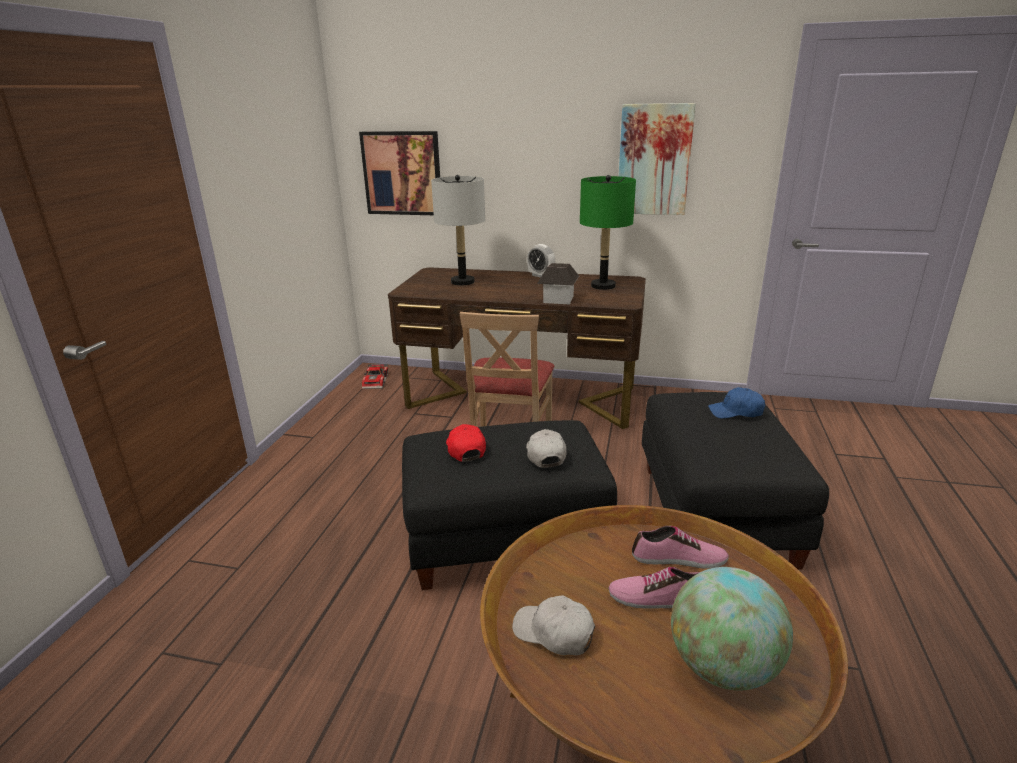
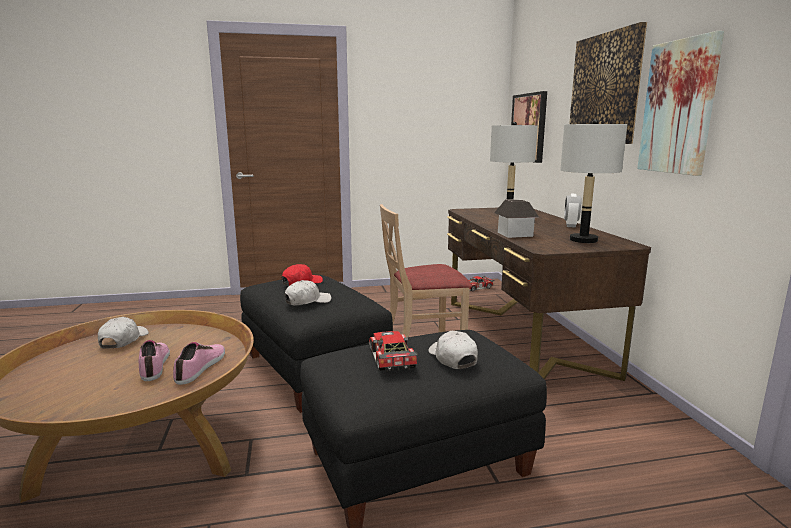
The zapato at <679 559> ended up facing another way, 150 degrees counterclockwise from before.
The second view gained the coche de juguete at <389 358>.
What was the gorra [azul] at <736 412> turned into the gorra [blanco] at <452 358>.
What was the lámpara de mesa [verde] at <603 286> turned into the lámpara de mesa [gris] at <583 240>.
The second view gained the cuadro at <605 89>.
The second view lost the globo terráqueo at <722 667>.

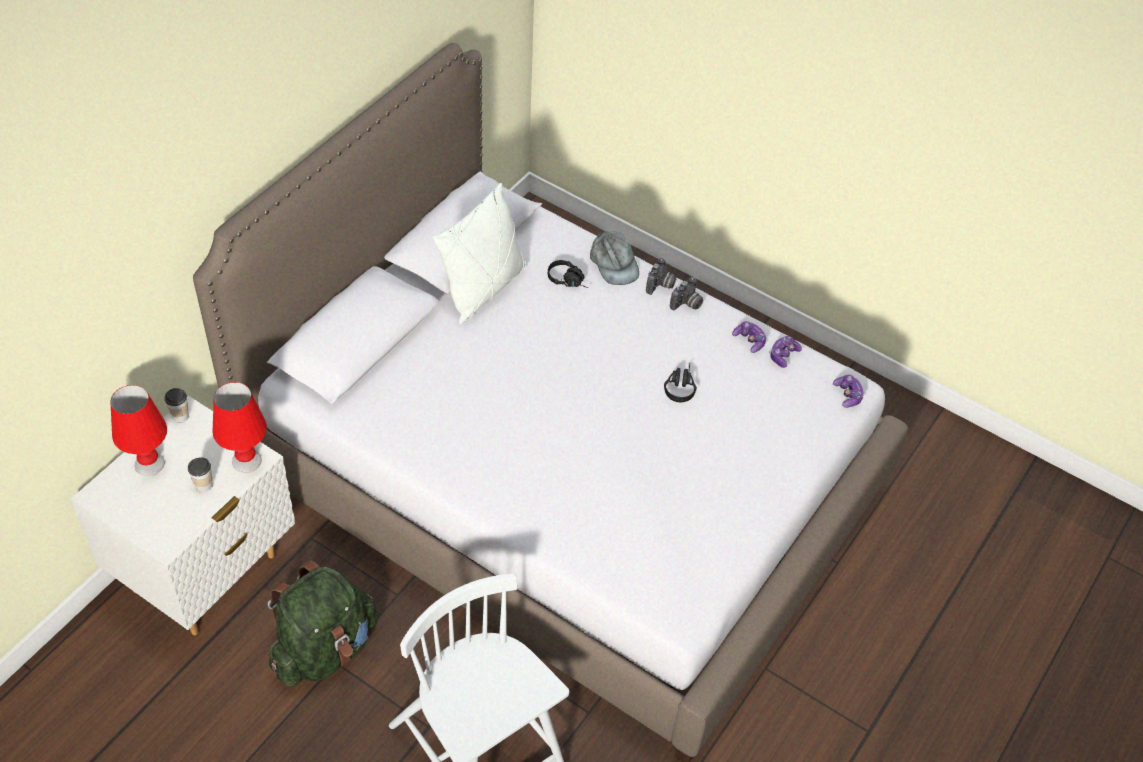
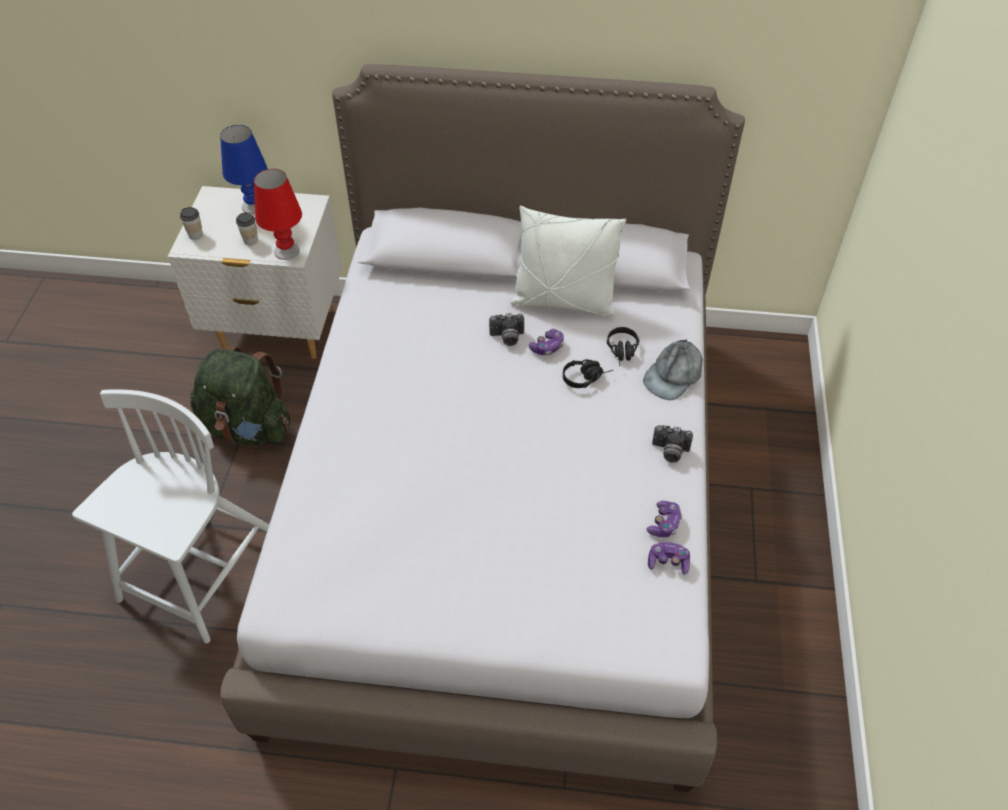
The taza ended up elsewhere, having gone from <180 416> to <195 235>.
What was the lámpara de mesa [rojo] at <150 463> turned into the lámpara de mesa [azul] at <254 206>.
The cámara ended up elsewhere, having gone from <661 285> to <507 338>.
The mando de consola ended up elsewhere, having gone from <847 395> to <547 347>.
The auriculares [negro] ended up elsewhere, having gone from <680 386> to <586 377>.

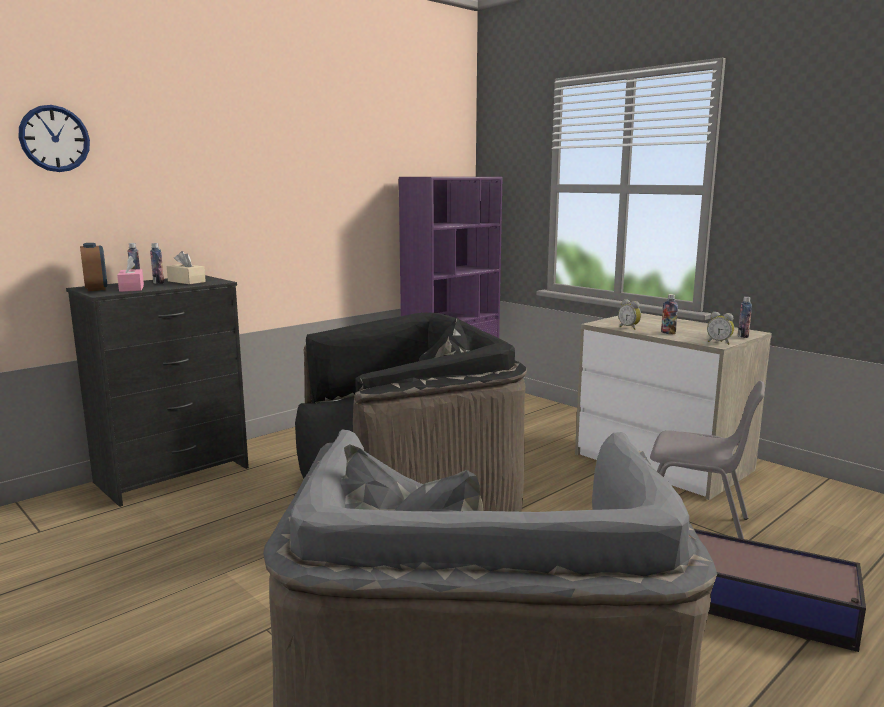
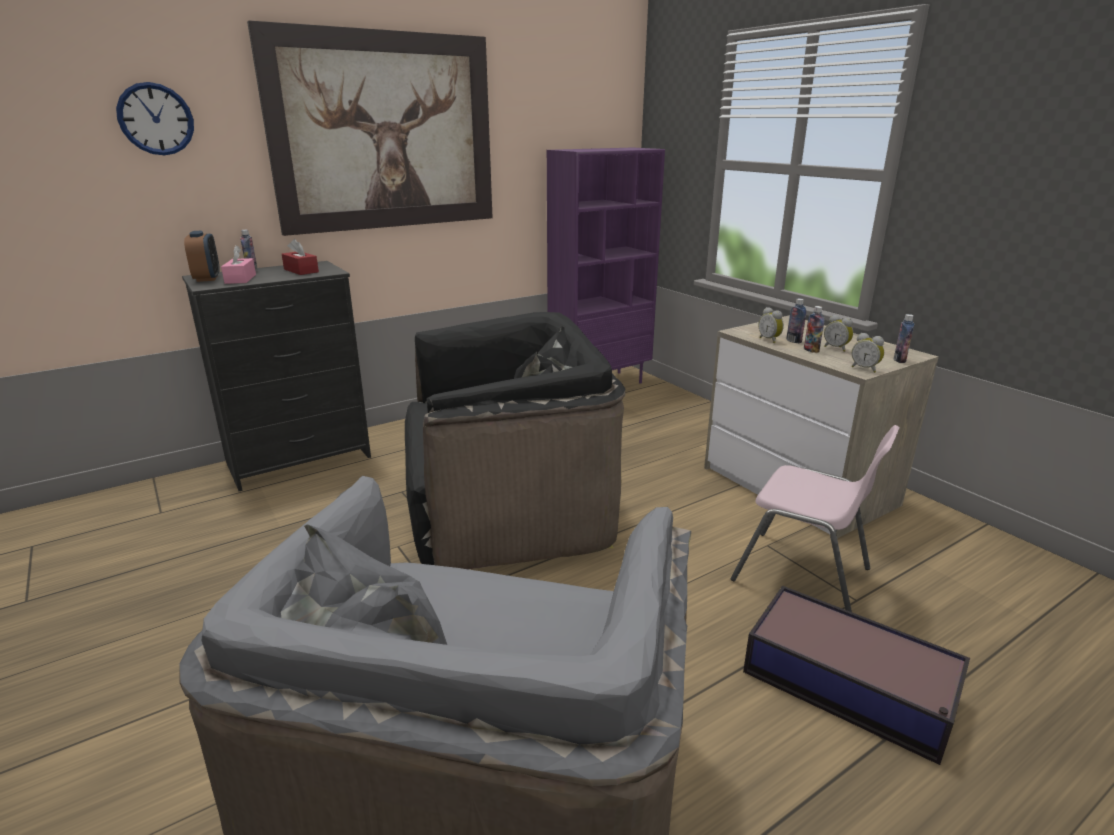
The second view gained the cuadro at <385 133>.
What was the caja de pañuelos [beis] at <186 281> turned into the caja de pañuelos [rojo] at <301 271>.
What was the silla [gris] at <694 528> turned into the silla [rosa] at <803 575>.
The botella ended up elsewhere, having gone from <158 283> to <793 341>.
The second view gained the despertador at <836 348>.

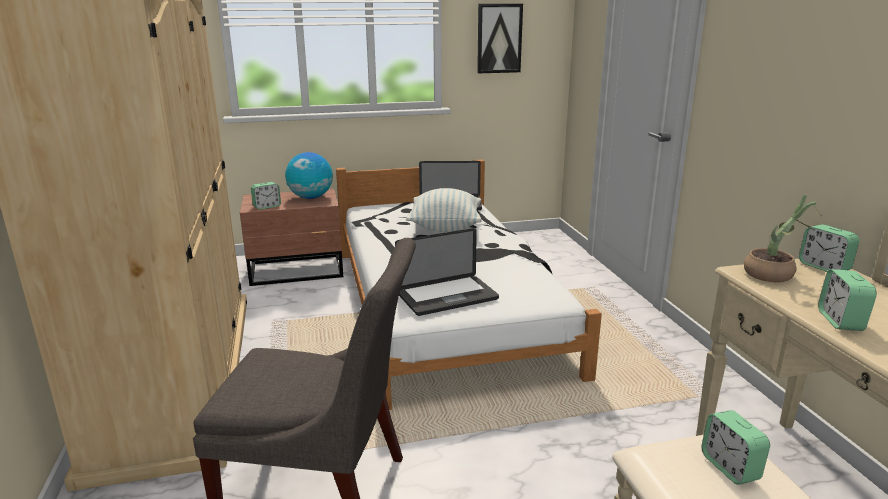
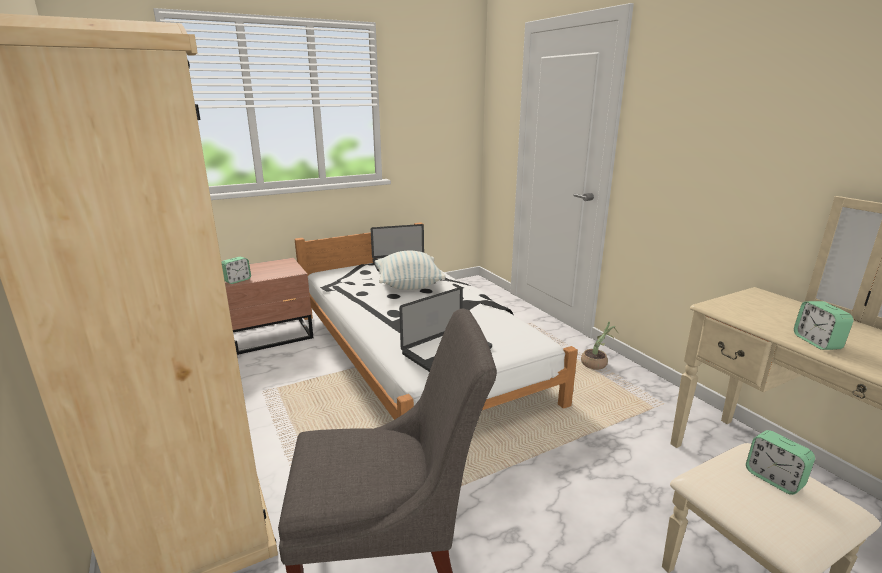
The planta en maceta ended up elsewhere, having gone from <774 275> to <597 364>.
The second view lost the globo terráqueo at <311 198>.
The second view lost the cuadro at <499 38>.
The second view lost the despertador at <824 267>.

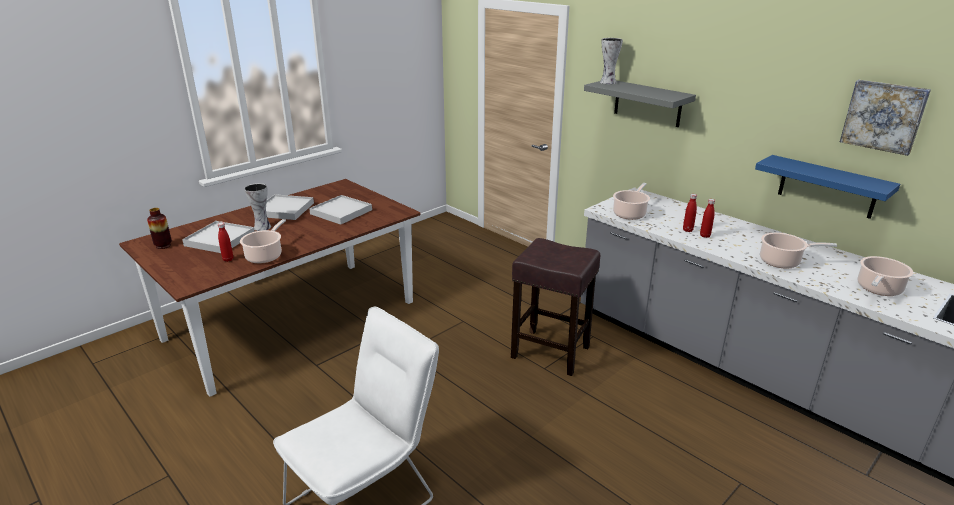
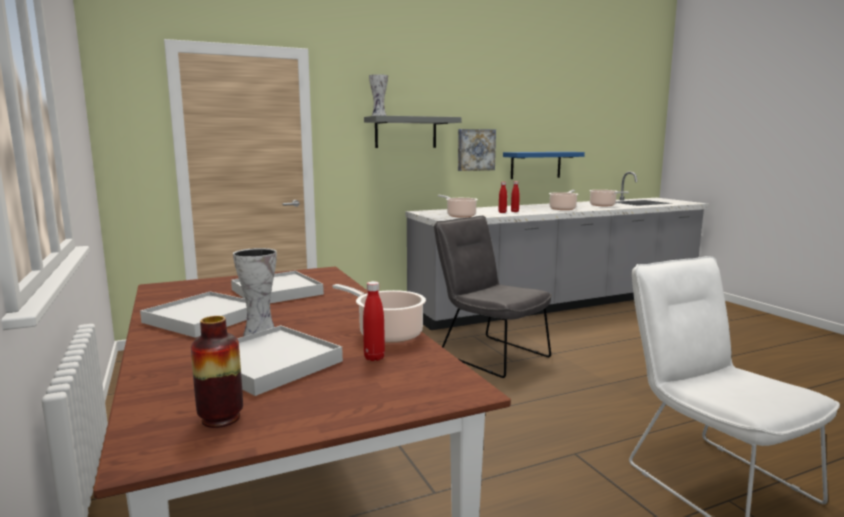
Where the taburete [marrón] stood at <552 352>, the silla [gris] came to stand at <489 354>.
The cuadro ended up elsewhere, having gone from <884 116> to <475 150>.

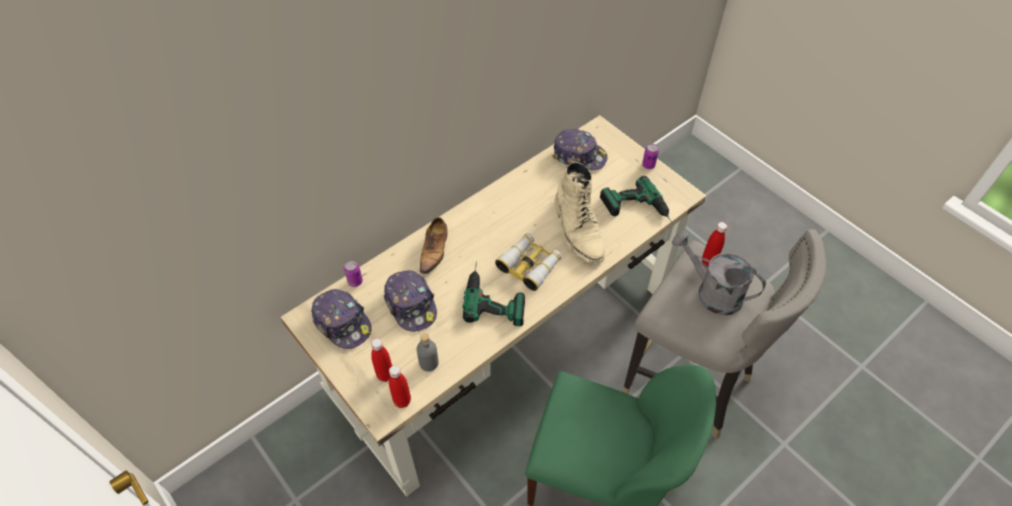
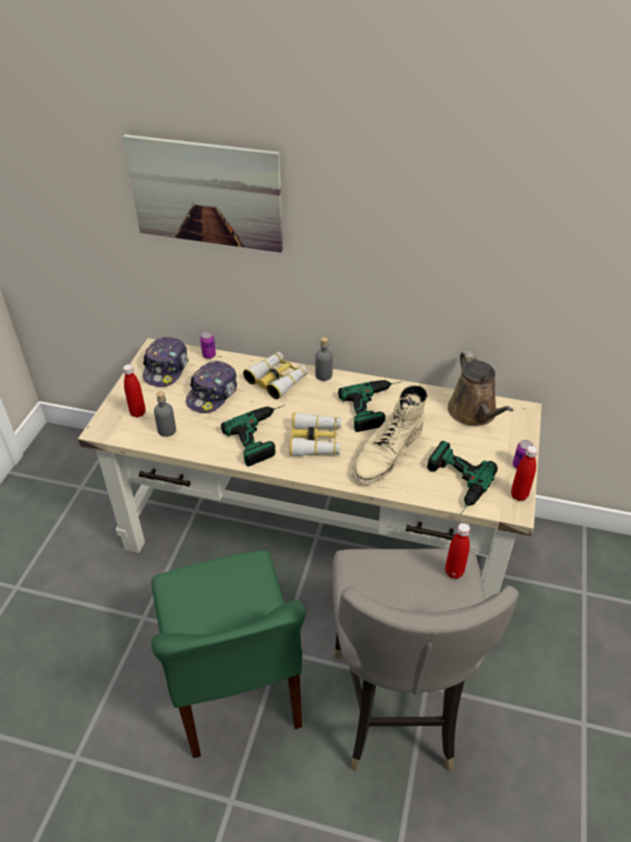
The second view gained the cuadro at <206 193>.
Where the zapato stood at <434 250>, the prismáticos came to stand at <276 380>.
The second view gained the botella [gris] at <323 375>.
The second view gained the taladro at <377 406>.
Where the gorra stood at <579 155>, the regadera [marrón] came to stand at <474 413>.
The botella [rojo] ended up elsewhere, having gone from <402 401> to <519 495>.
The second view lost the regadera [gris] at <711 292>.

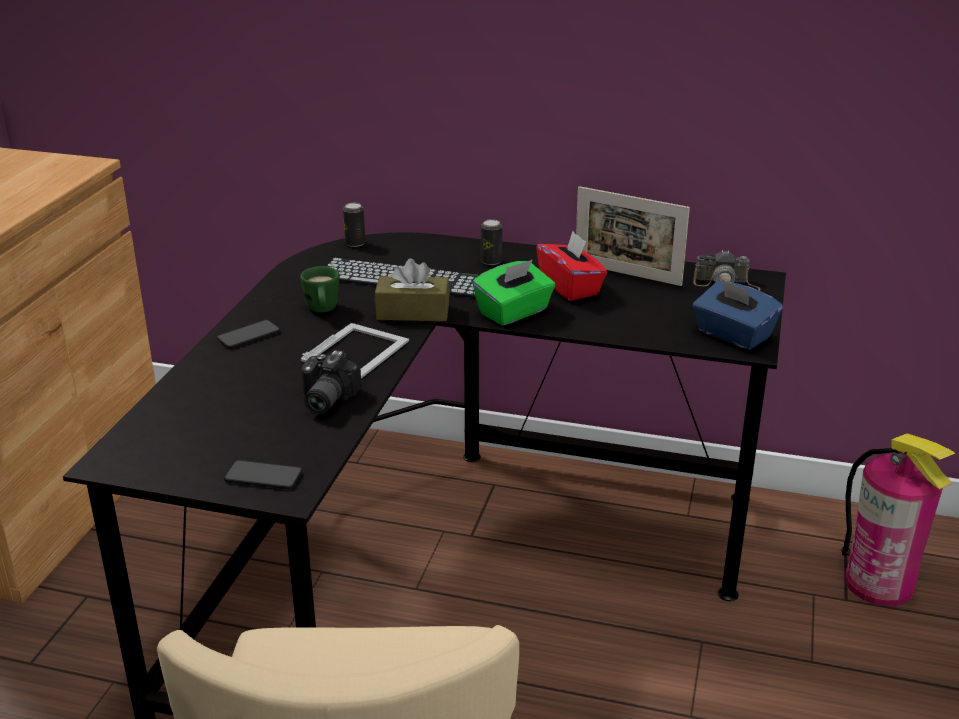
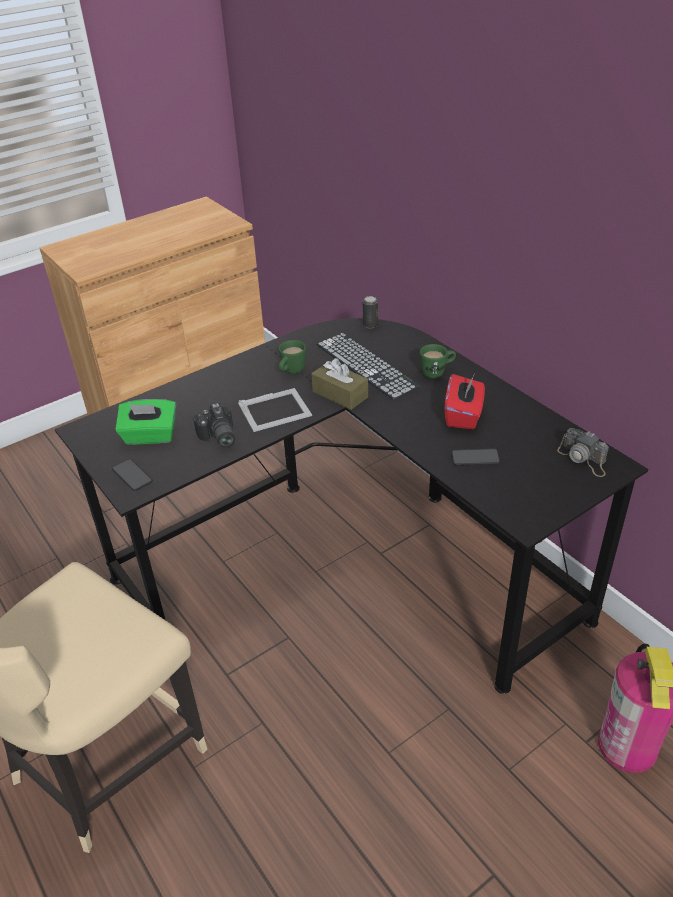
The caja de pañuelos [verde] ended up elsewhere, having gone from <514 312> to <150 436>.
The cámara at <323 400> ended up facing another way, 75 degrees counterclockwise from before.
Where the lata stood at <491 261>, the taza grande [verde] came to stand at <437 372>.
The móvil ended up elsewhere, having gone from <248 335> to <475 458>.
The second view lost the portarretratos at <627 274>.
The second view lost the caja de pañuelos [azul] at <732 335>.

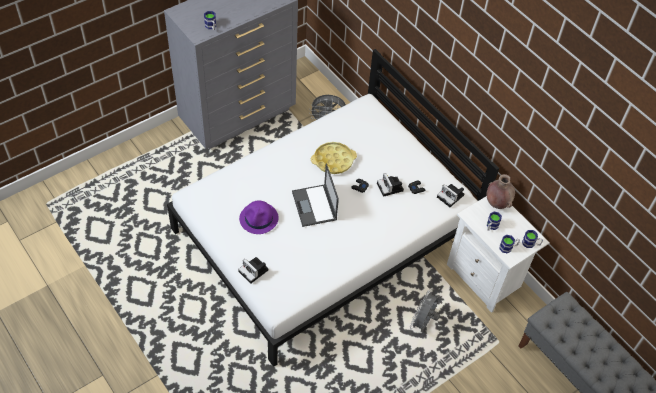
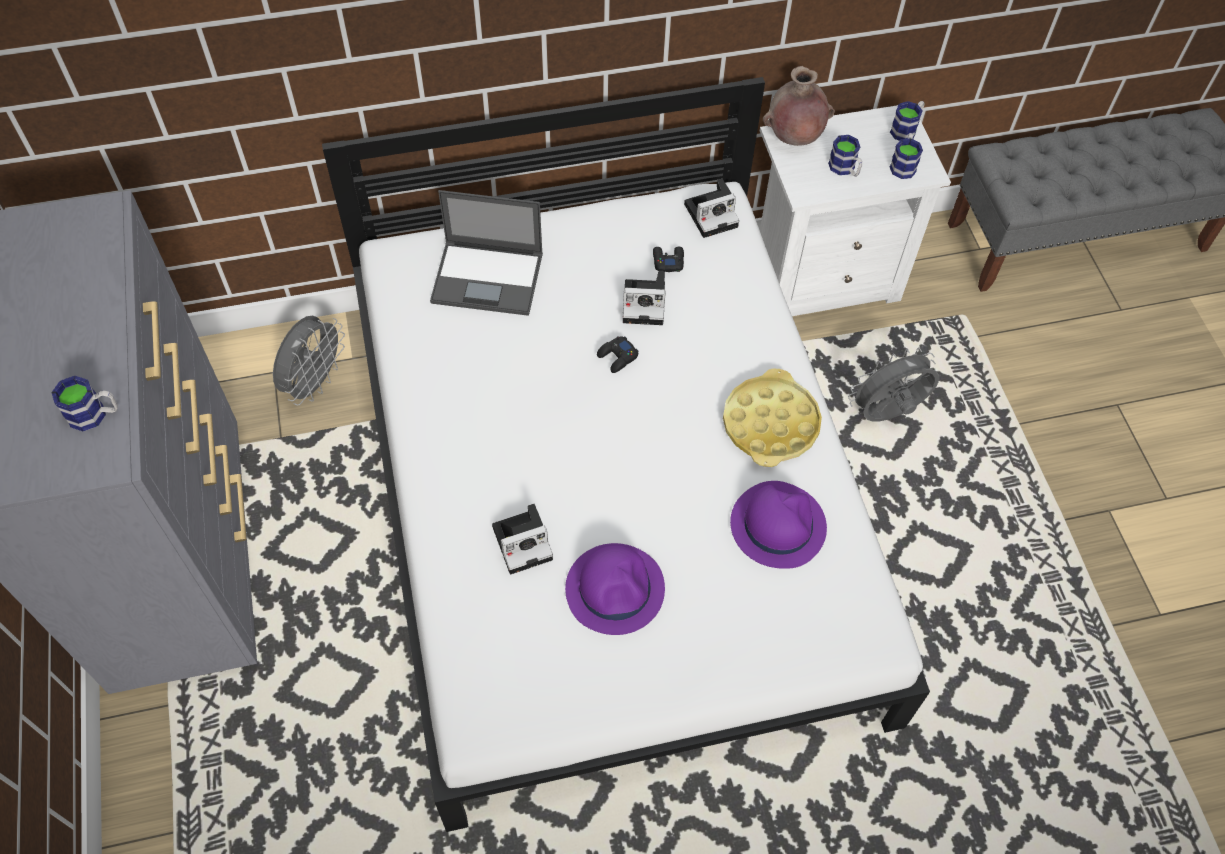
The portátil ended up elsewhere, having gone from <314 206> to <489 278>.
The cámara ended up elsewhere, having gone from <254 271> to <524 541>.
The bandeja [amarillo] ended up elsewhere, having gone from <333 160> to <770 424>.
The second view gained the sombrero [morado] at <777 525>.
The ventilador [gris] at <423 323> ended up facing another way, 105 degrees clockwise from before.

